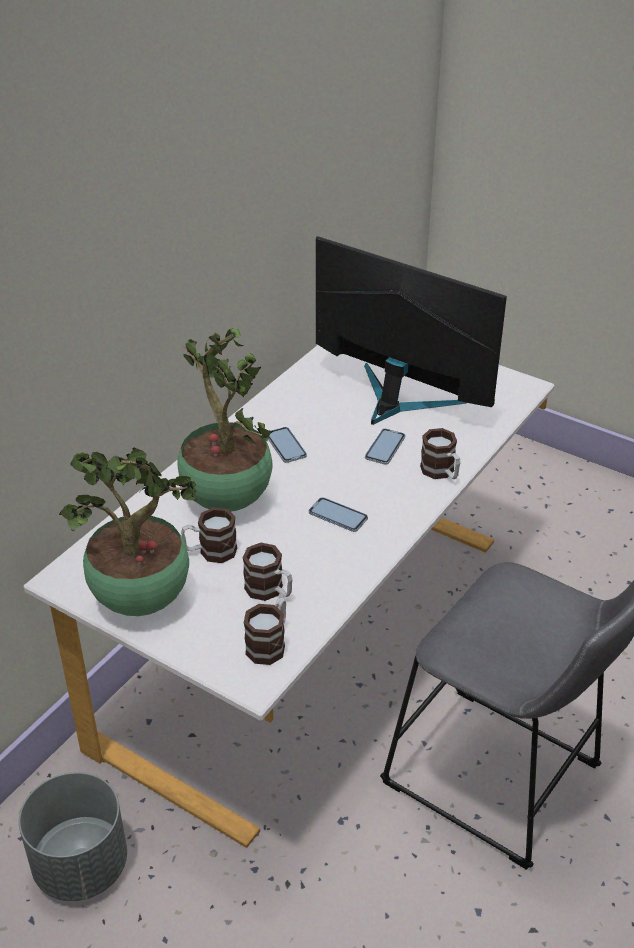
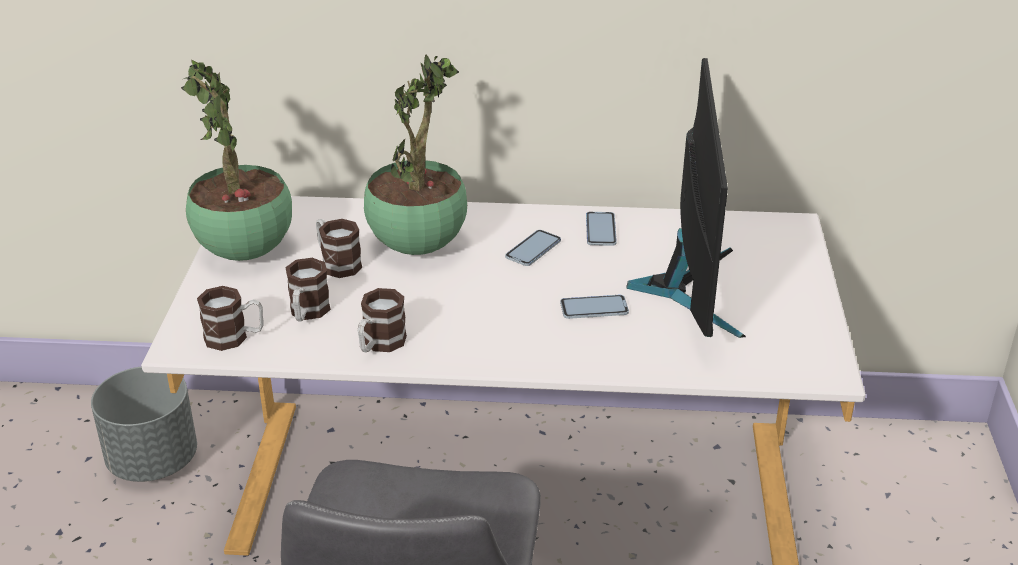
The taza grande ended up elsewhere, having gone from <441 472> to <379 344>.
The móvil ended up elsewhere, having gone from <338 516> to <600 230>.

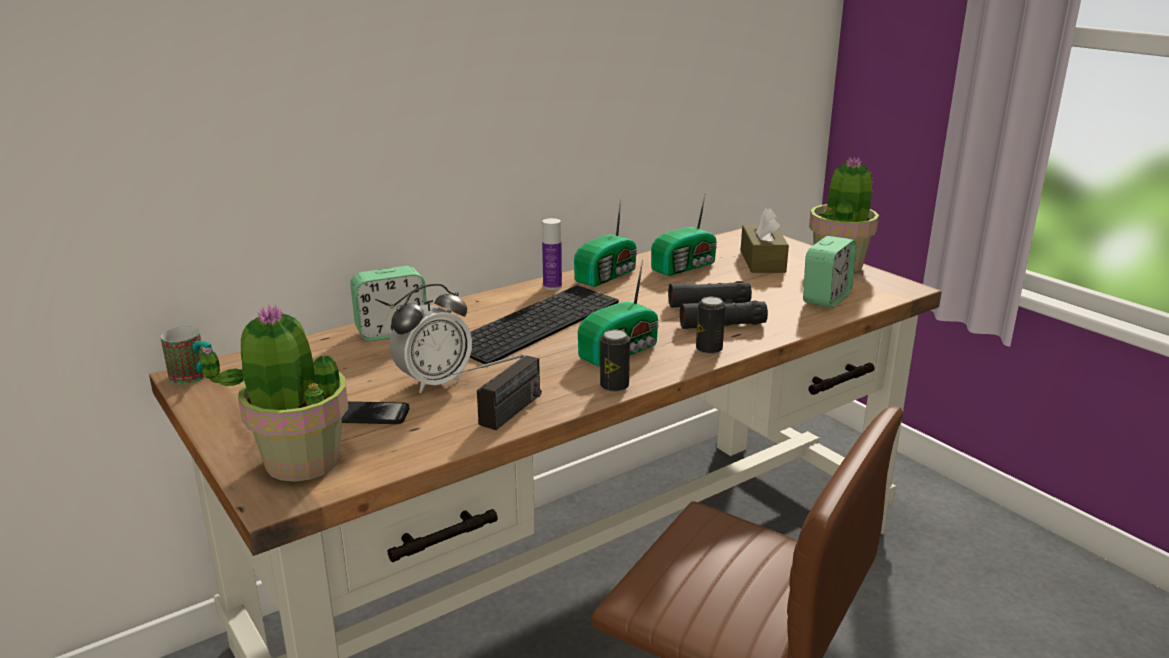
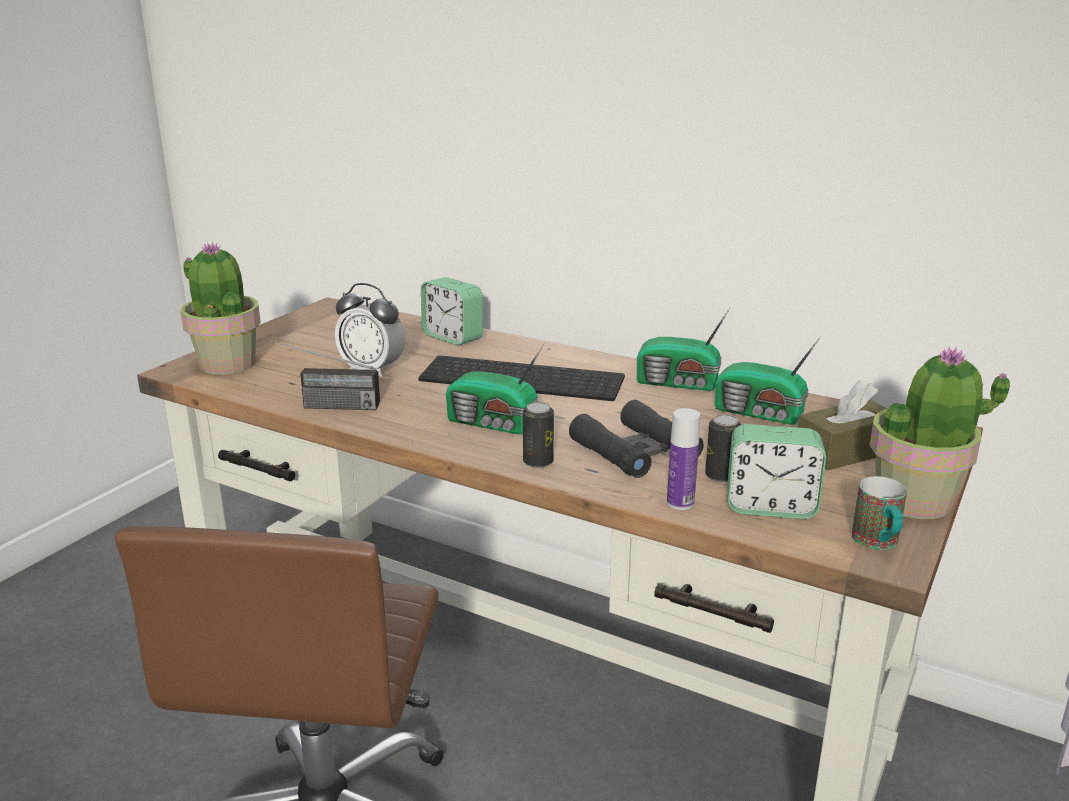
The botella ended up elsewhere, having gone from <552 286> to <680 503>.
The lata ended up elsewhere, having gone from <614 386> to <720 475>.
The taza grande ended up elsewhere, having gone from <195 378> to <878 544>.
The second view lost the móvil at <368 415>.

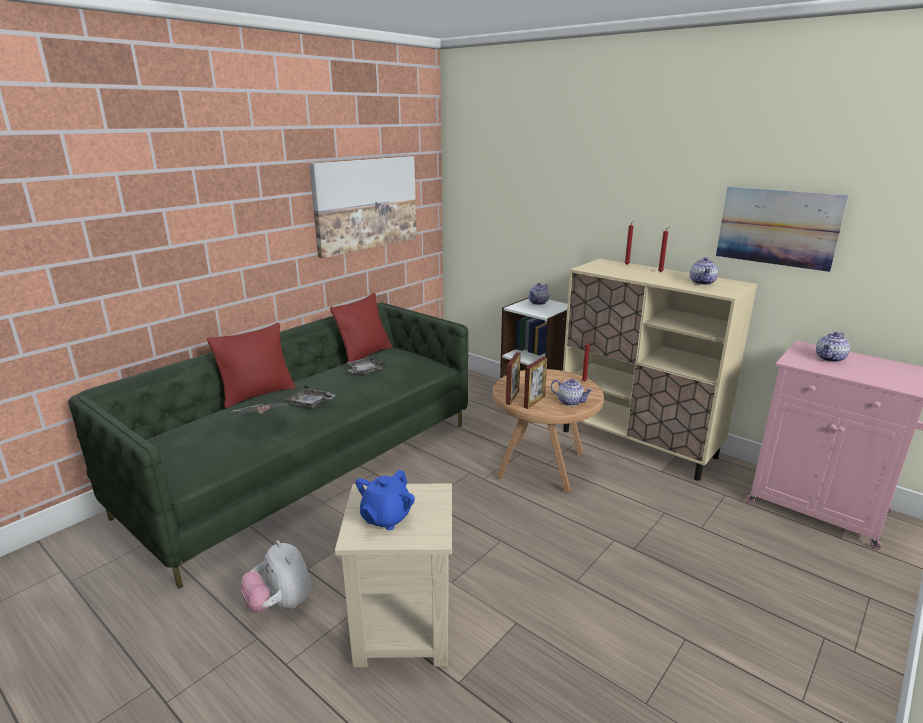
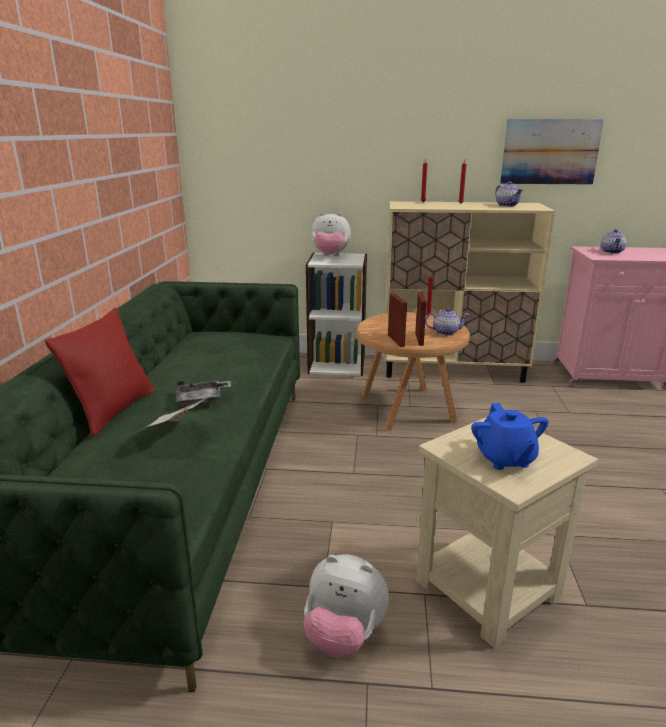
Where the tetera stood at <538 302>, the peluche came to stand at <330 256>.
The second view lost the cuadro at <366 204>.
The second view lost the cojín [rojo] at <365 355>.
The second view lost the bandeja [gris] at <364 371>.

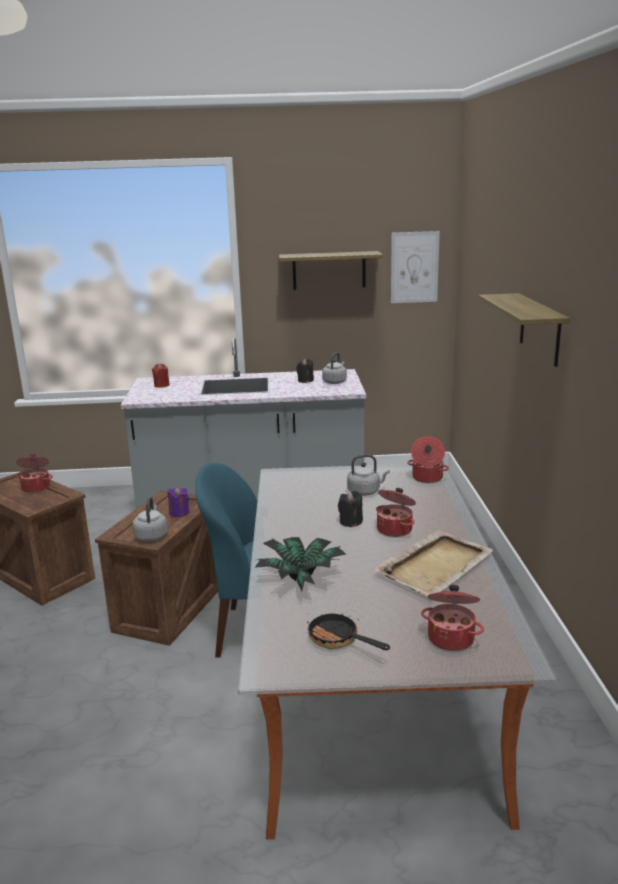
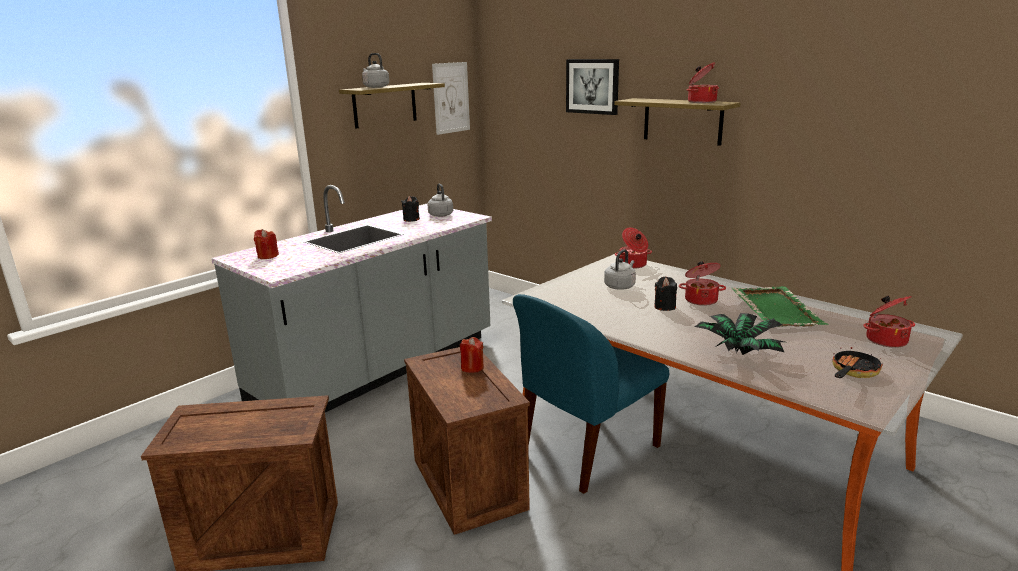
The hervidor [gris] ended up elsewhere, having gone from <151 535> to <375 87>.
What was the vela [morado] at <179 513> turned into the vela [rojo] at <472 367>.
The second view gained the cuadro at <592 86>.
The olla ended up elsewhere, having gone from <36 487> to <701 102>.
What was the bandeja [beis] at <435 565> turned into the bandeja [verde] at <775 309>.
The sartén at <339 640> ended up facing another way, 135 degrees clockwise from before.

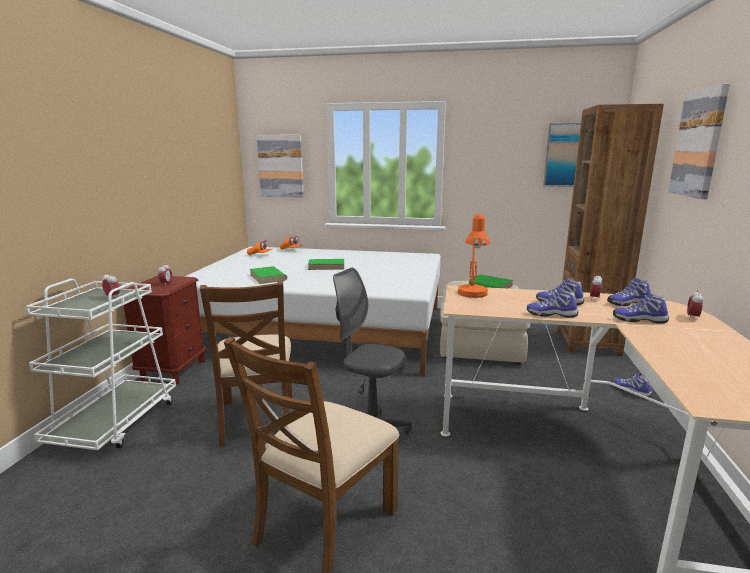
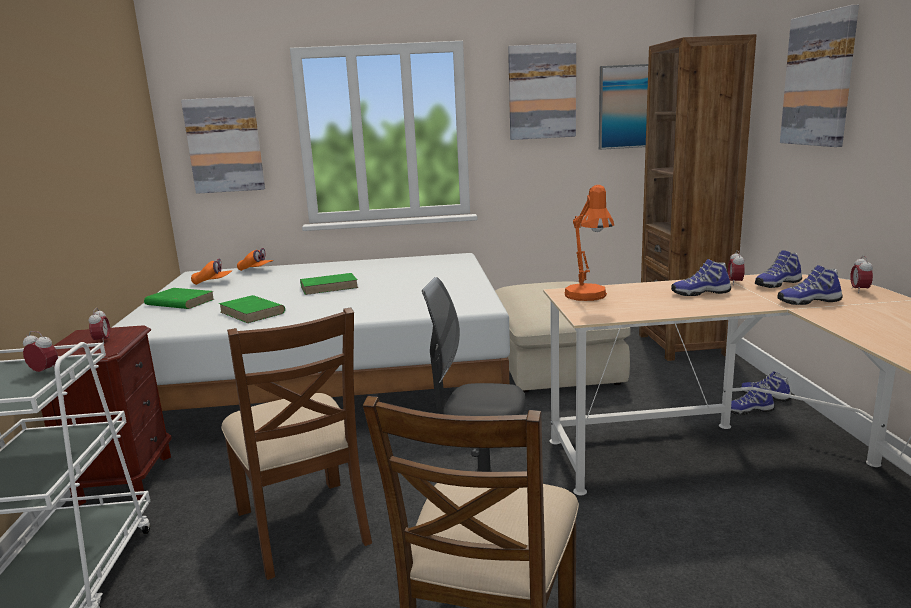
The libro [verde] ended up elsewhere, having gone from <490 285> to <179 302>.
The second view gained the cuadro at <542 92>.
The zapato ended up elsewhere, having gone from <551 314> to <748 410>.

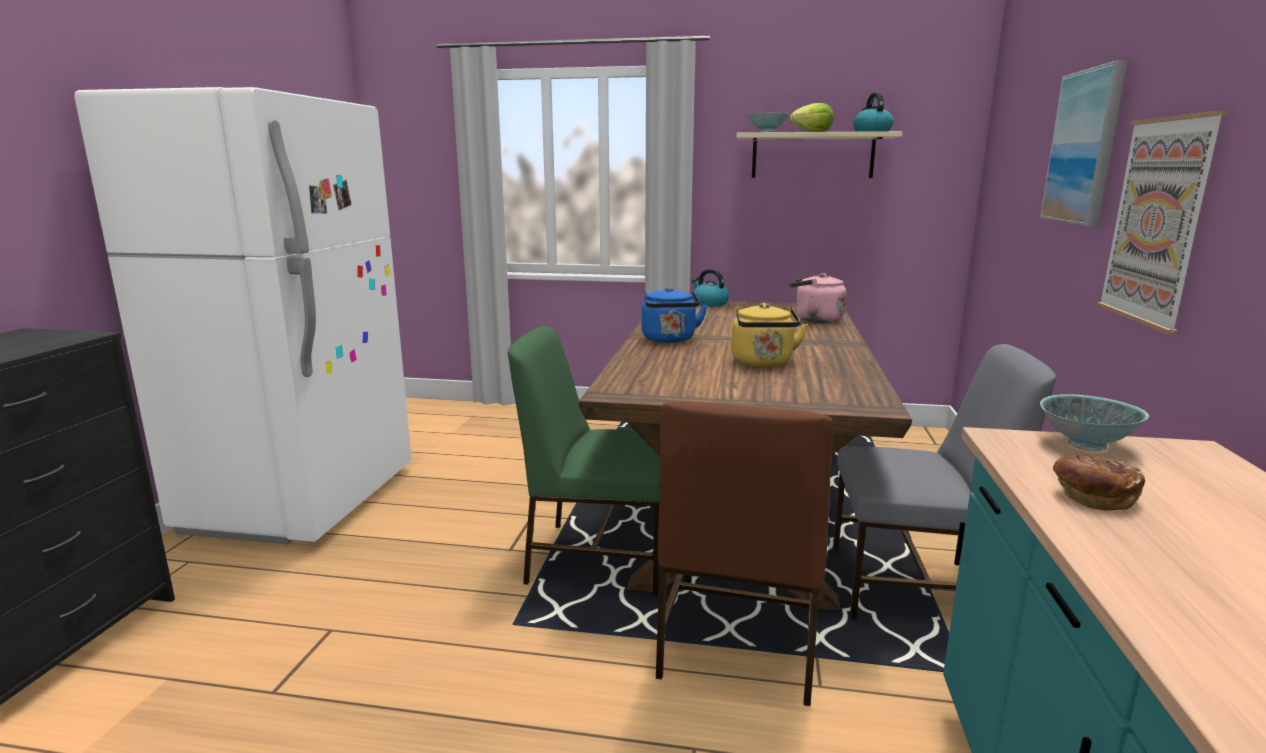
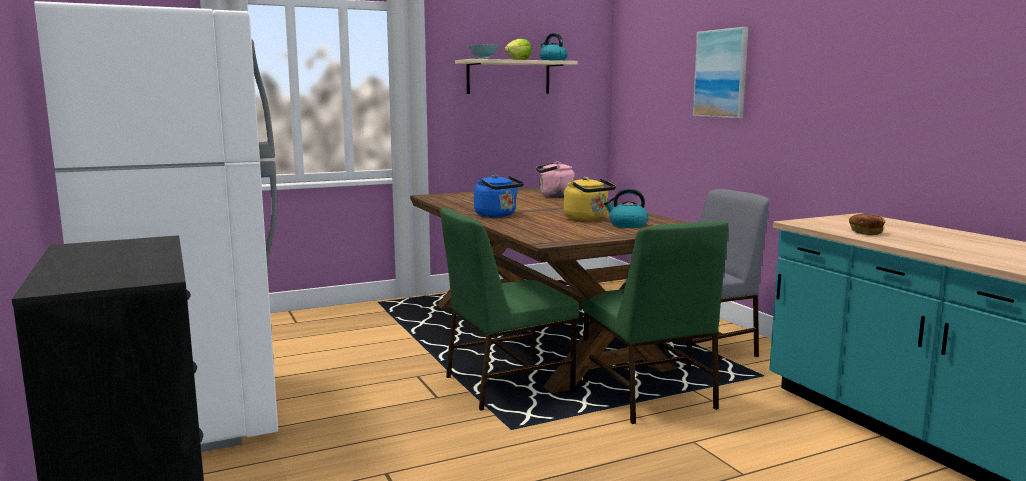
What was the silla [marrón] at <738 641> turned into the silla [verde] at <648 396>.
The hervidor ended up elsewhere, having gone from <709 303> to <627 225>.
The second view lost the cuenco at <1086 445>.
The second view lost the cuadro at <1157 221>.

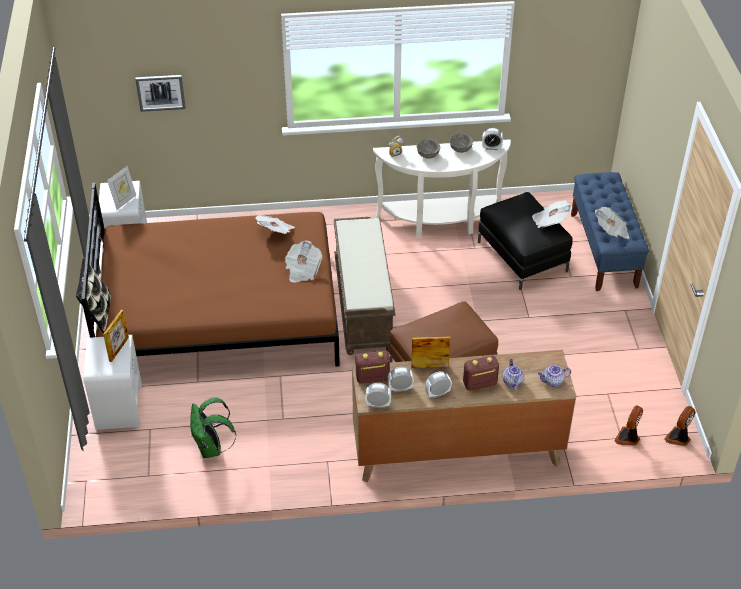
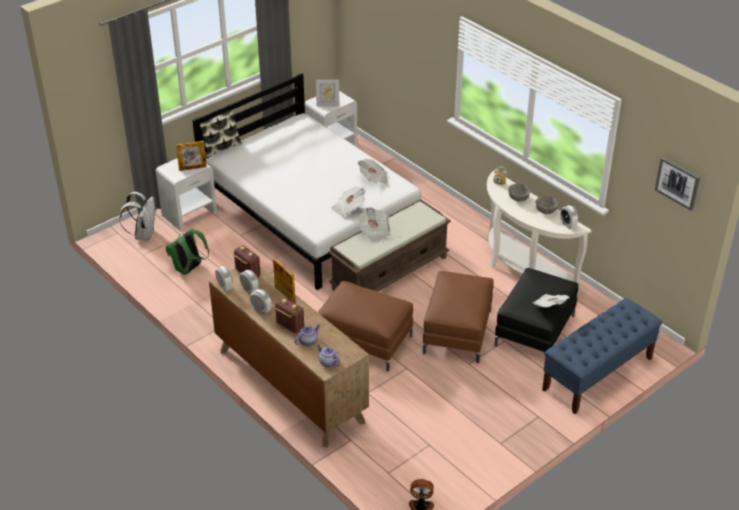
The second view gained the mochila [blanco] at <143 234>.
What was the cama [marrón] at <219 314> turned into the cama [blanco] at <310 214>.
The periódico ended up elsewhere, having gone from <611 231> to <374 232>.
The second view gained the puf [marrón] at <457 332>.
The cuadro ended up elsewhere, having gone from <160 92> to <677 183>.
The second view lost the ventilador at <628 438>.

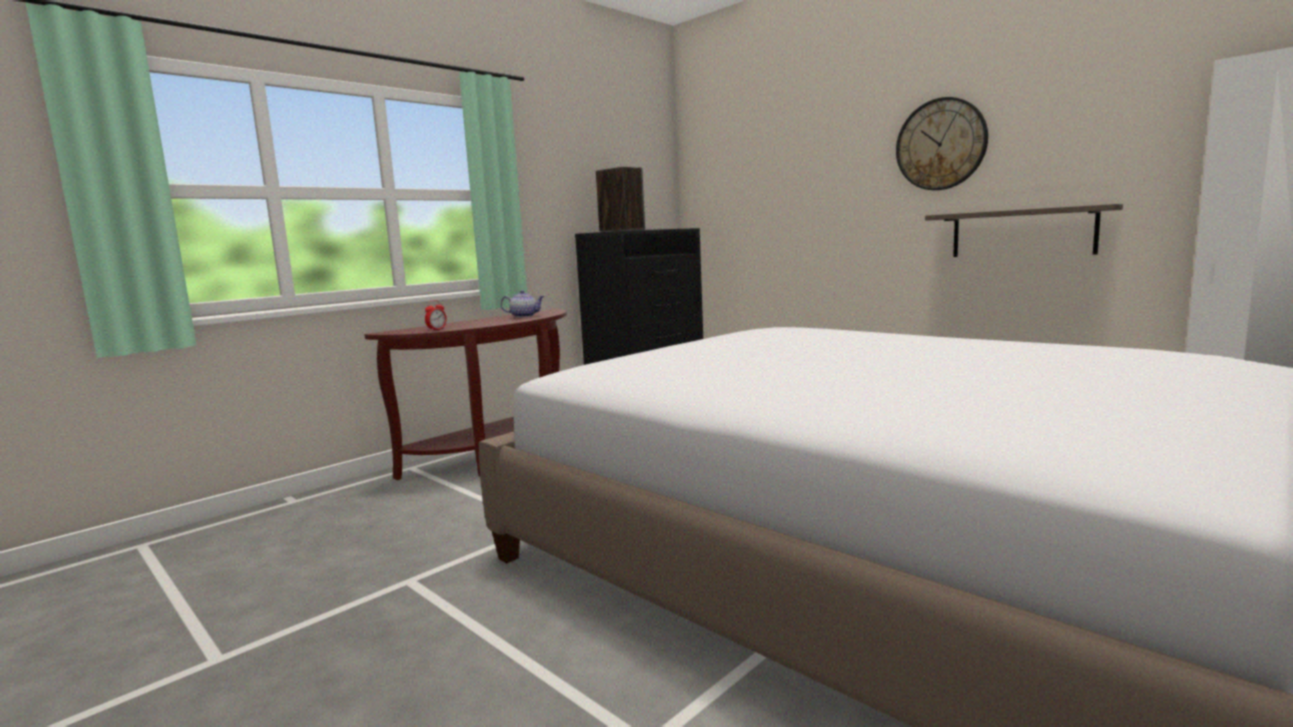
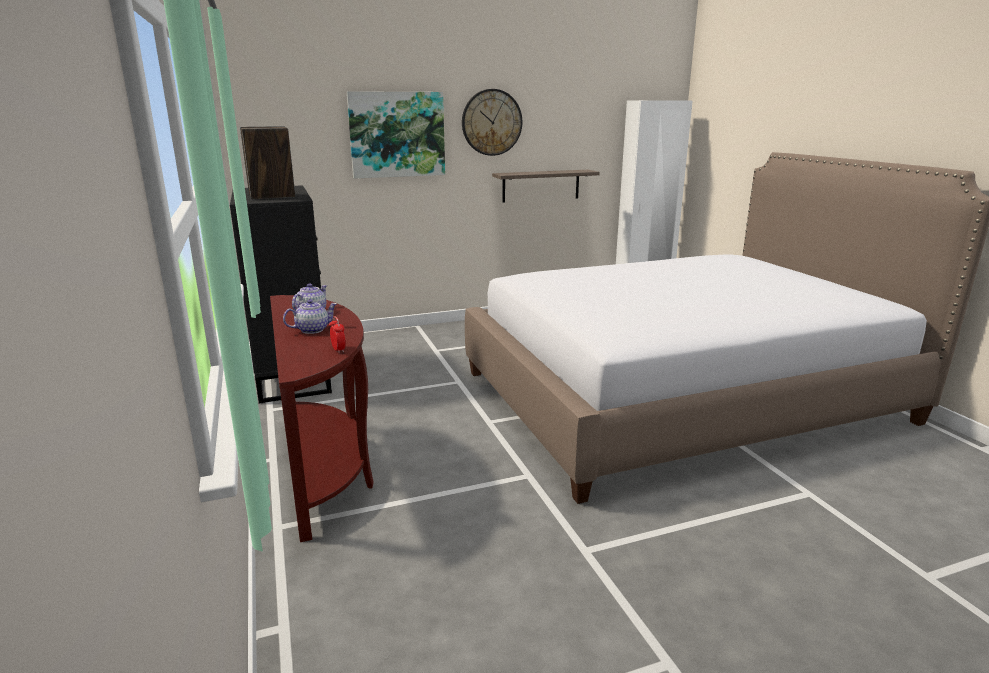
The second view gained the tetera at <312 330>.
The second view gained the cuadro at <397 134>.

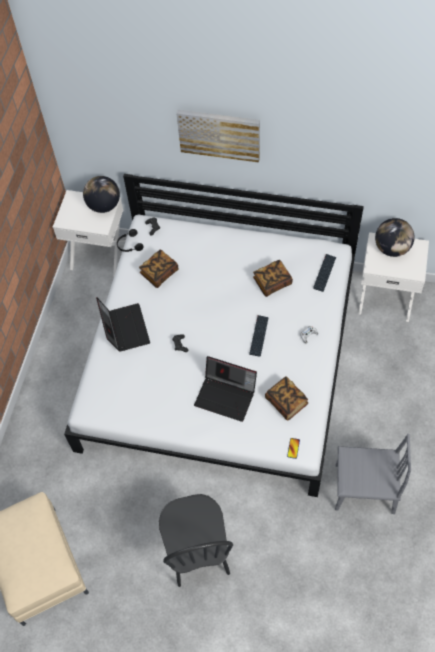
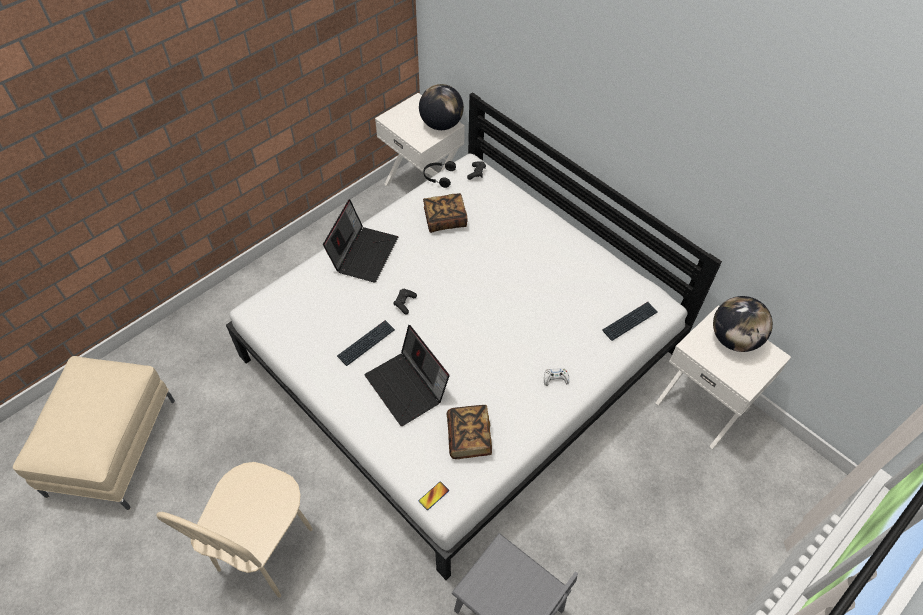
What was the silla [negro] at <198 554> turned into the silla [beis] at <266 549>.
The teclado ended up elsewhere, having gone from <259 336> to <366 343>.
The second view lost the cuadro at <219 134>.
The second view lost the libro at <272 283>.

